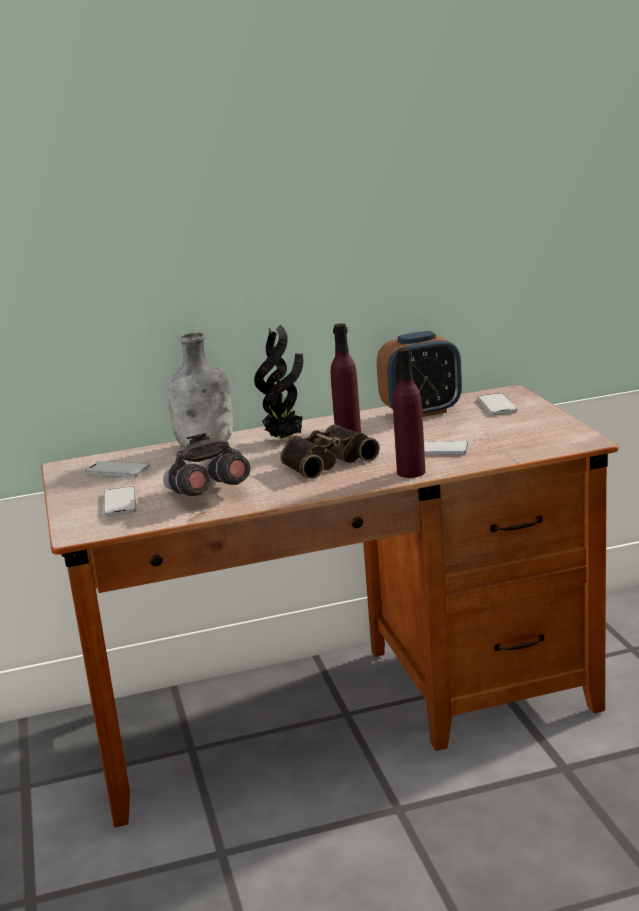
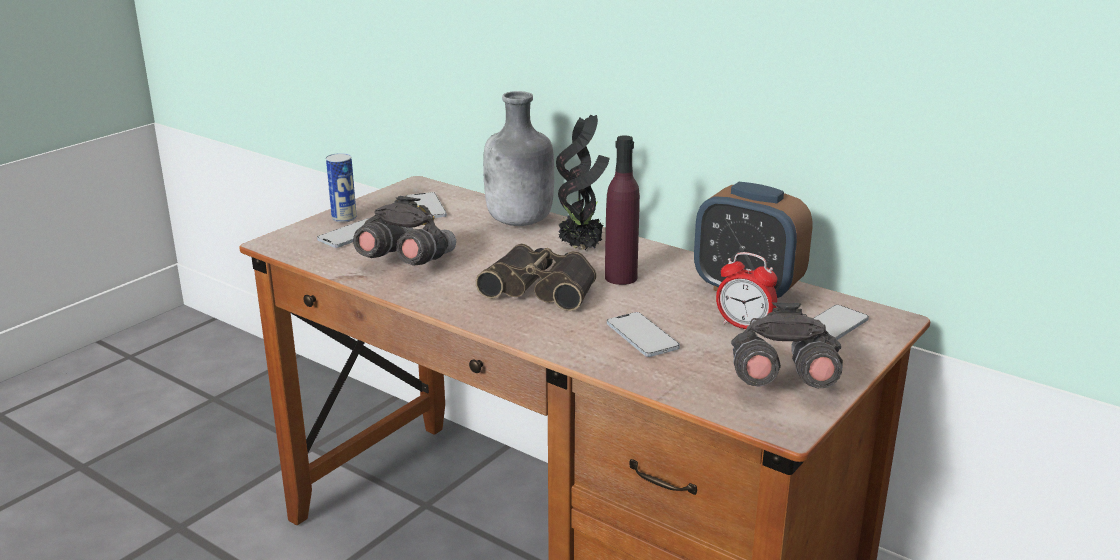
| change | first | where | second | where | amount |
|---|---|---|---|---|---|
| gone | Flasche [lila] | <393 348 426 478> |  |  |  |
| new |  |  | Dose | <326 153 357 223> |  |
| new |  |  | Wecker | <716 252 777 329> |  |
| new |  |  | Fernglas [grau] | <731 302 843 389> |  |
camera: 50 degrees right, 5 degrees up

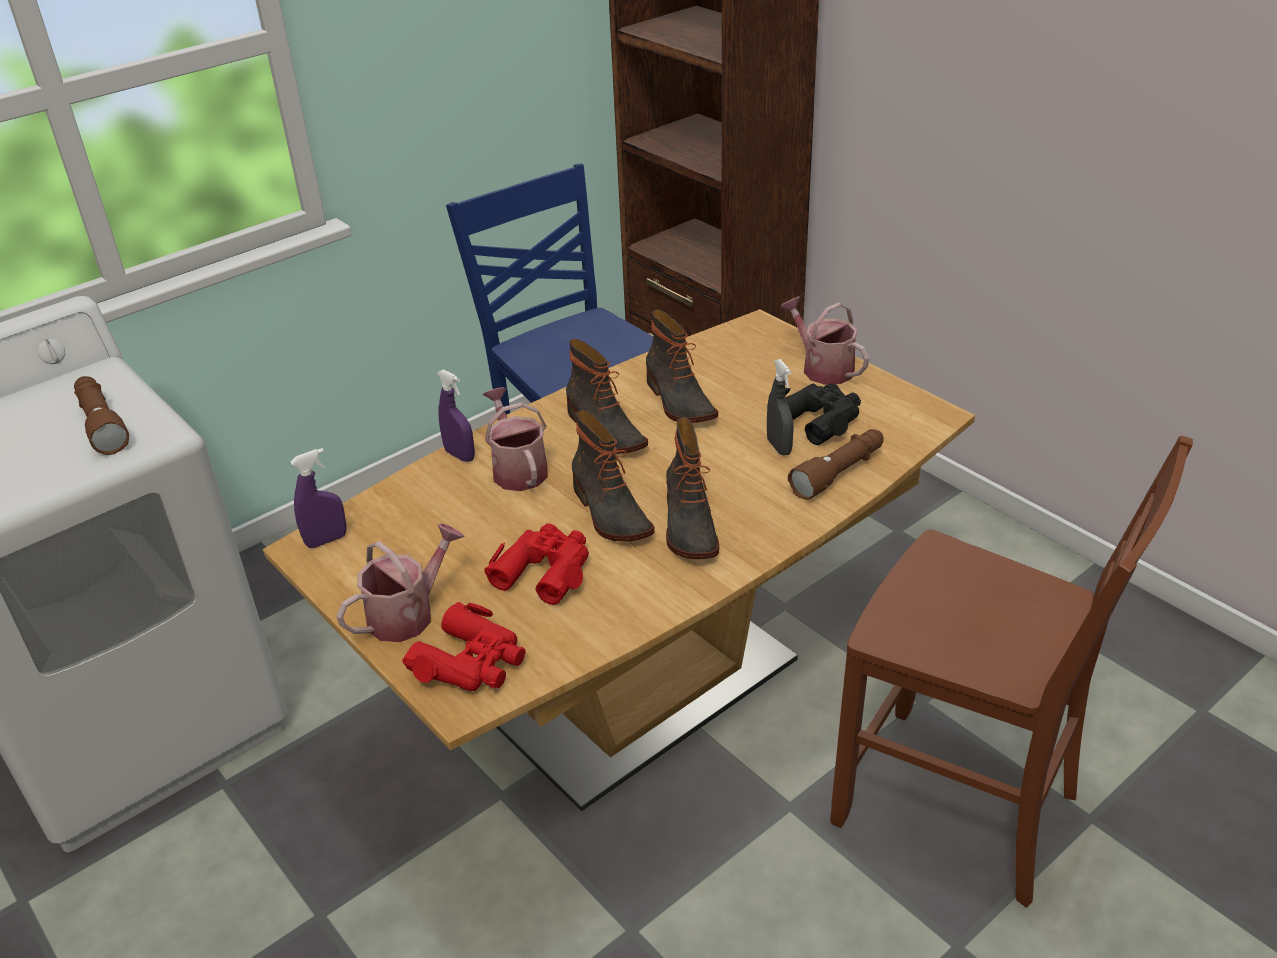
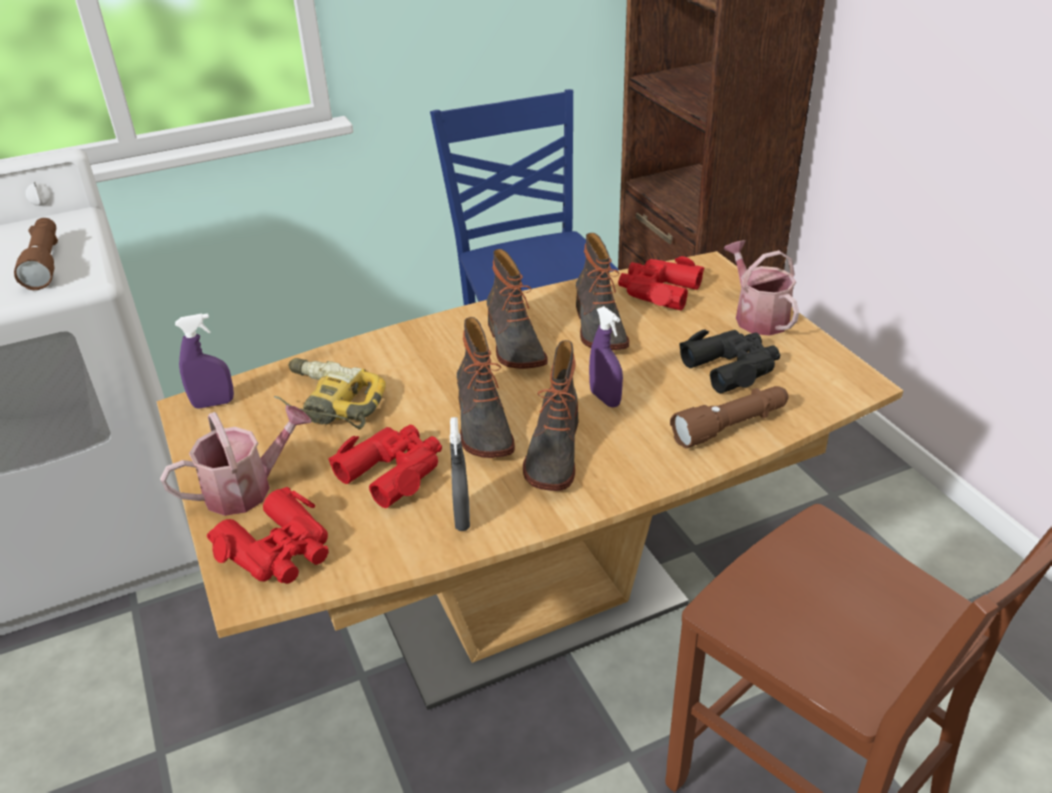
| change | first | where | second | where | amount |
|---|---|---|---|---|---|
| shifted | Sprühflasche [grau] | <767 359 794 456> |  | <450 417 470 531> |  |
| shifted | Sprühflasche [lila] | <437 369 475 462> |  | <589 306 623 407> |  |
| gone | Gießkanne | <482 387 548 491> |  |  |  |
| new |  |  | Fernglas [rot] | <618 256 704 311> |  |
| new |  |  | Bohrmaschine | <274 358 386 429> |  |
camera: 15 degrees right, 0 degrees up

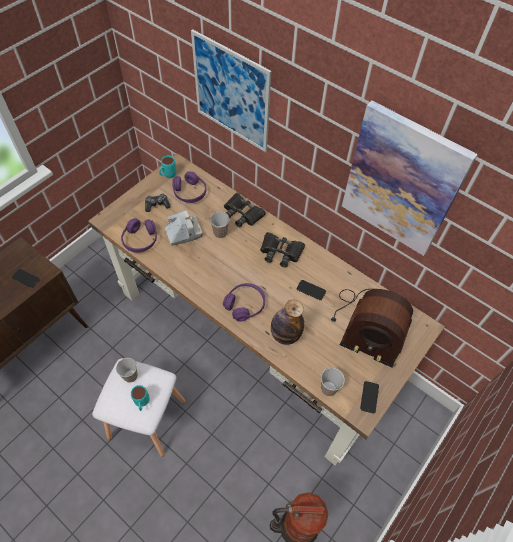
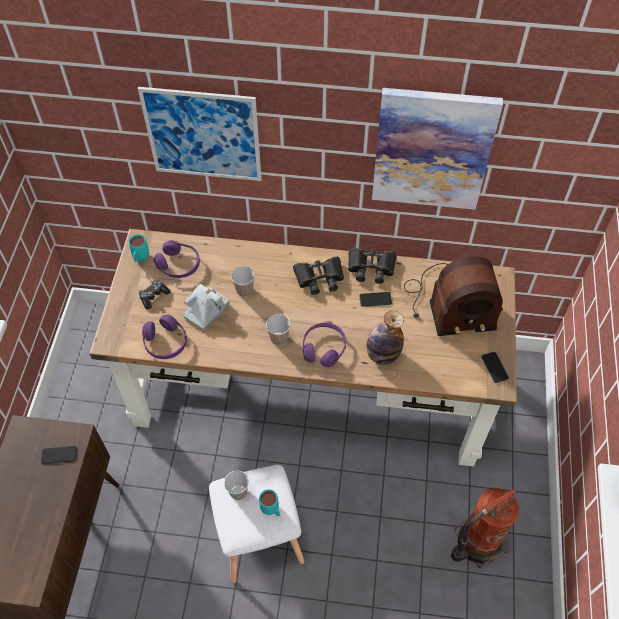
| change | first | where | second | where | amount |
|---|---|---|---|---|---|
| shifted | Fernglas [schwarz] | <224 193 266 227> |  | <348 248 397 284> |  |
| shifted | Tasse | <321 368 345 396> |  | <266 314 291 346> |  |
camera: 30 degrees left, 0 degrees up

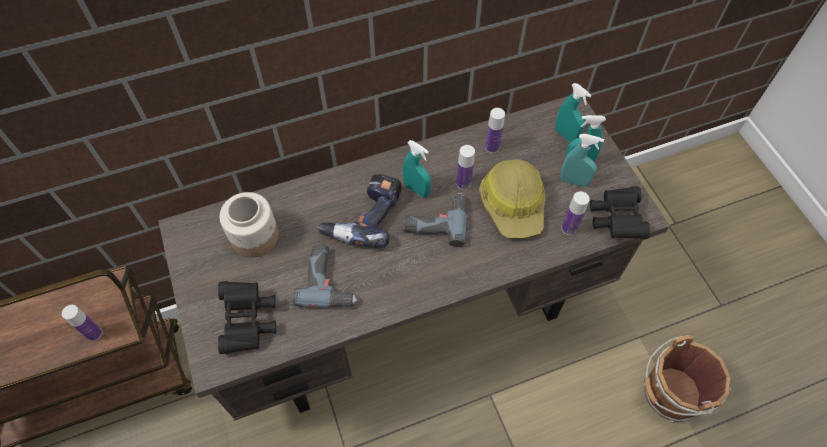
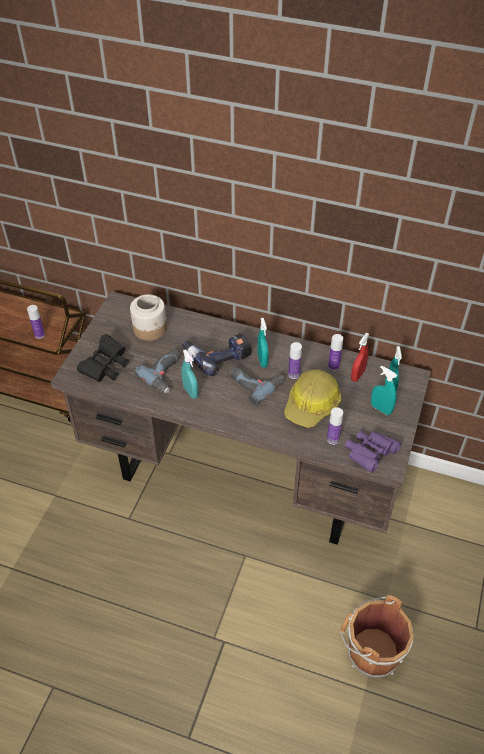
| change | first | where | second | where | amount |
|---|---|---|---|---|---|
| shifted | Sprühflasche [türkis] | <560 134 604 187> |  | <182 349 198 399> |  |
| repainted | Fernglas [schwarz] | <590 187 650 239> | Fernglas [lila] | <345 431 401 473> |  |
| new |  |  | Sprühflasche [rot] | <351 333 369 382> |  |
camera: 40 degrees right, 10 degrees down

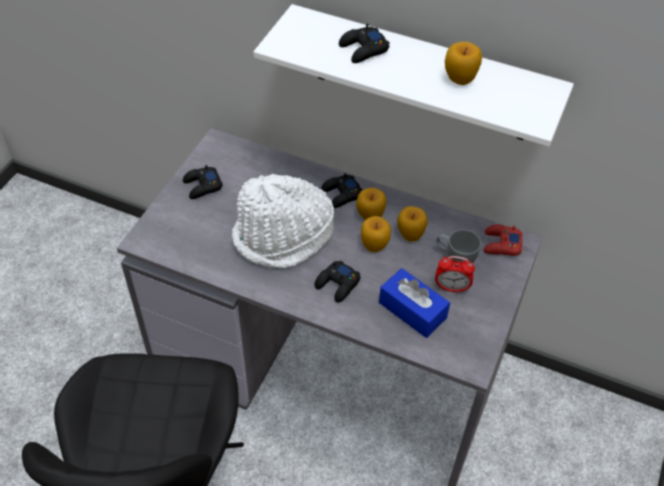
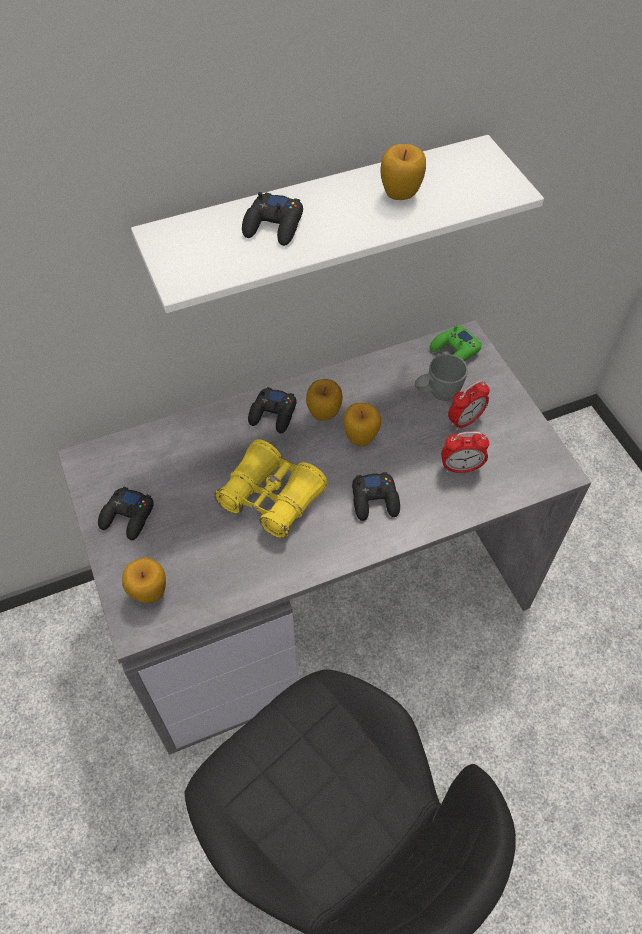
| change | first | where | second | where | amount |
|---|---|---|---|---|---|
| swapped | Hut [weiß] | <232 174 334 268> | Fernglas [gelb] | <214 439 328 539> |  |
| shifted | Apfel | <397 206 428 241> |  | <122 558 166 603> |  |
| repainted | Gamepad [rot] | <484 224 523 256> | Gamepad [grün] | <430 325 482 362> |  |
| swapped | Taschentuchbox [blau] | <379 268 450 338> | Wecker | <441 431 489 473> |  |
camera: 45 degrees left, 5 degrees up

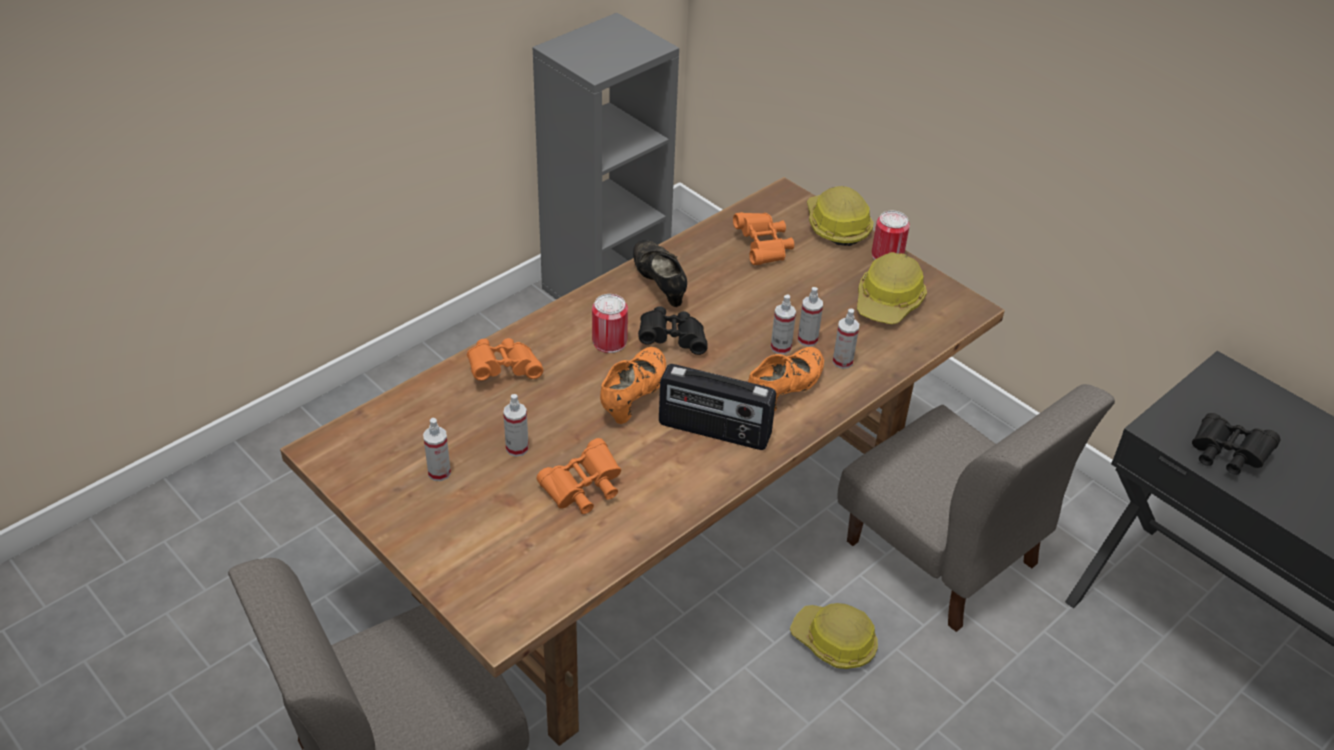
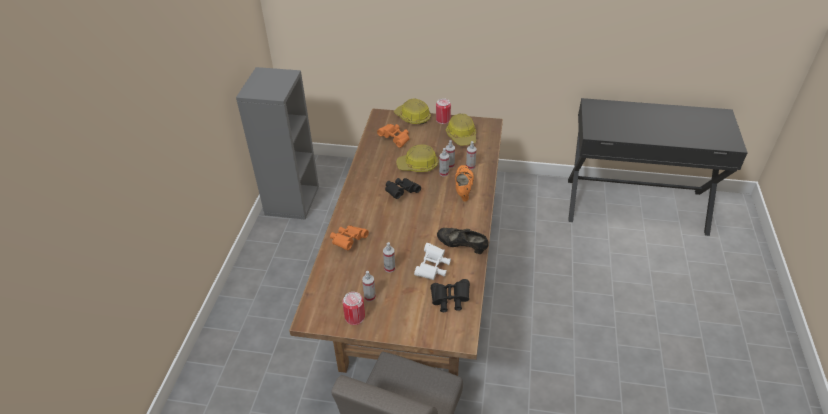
| change | first | where | second | where | amount |
|---|---|---|---|---|---|
| shifted | Schuh [schwarz] | <633 240 687 307> |  | <437 228 489 254> |  |
| shifted | Dose | <592 294 628 353> |  | <342 292 365 325> |  |
| gone | Schuh [orange] | <600 347 666 424> |  |  |  |
| gone | Radio | <659 364 776 450> |  |  |  |
| gone | Stuhl [grau] | <838 384 1115 632> |  |  |  |
| shifted | Fernglas [schwarz] | <1192 413 1280 475> |  | <431 279 470 312> |  |
| repainted | Fernglas [orange] | <537 438 621 514> | Fernglas [weiß] | <414 243 451 280> |  |
| shifted | Schutzhelm | <790 603 878 669> |  | <397 144 438 172> |  |
camera: 35 degrees left, 0 degrees up

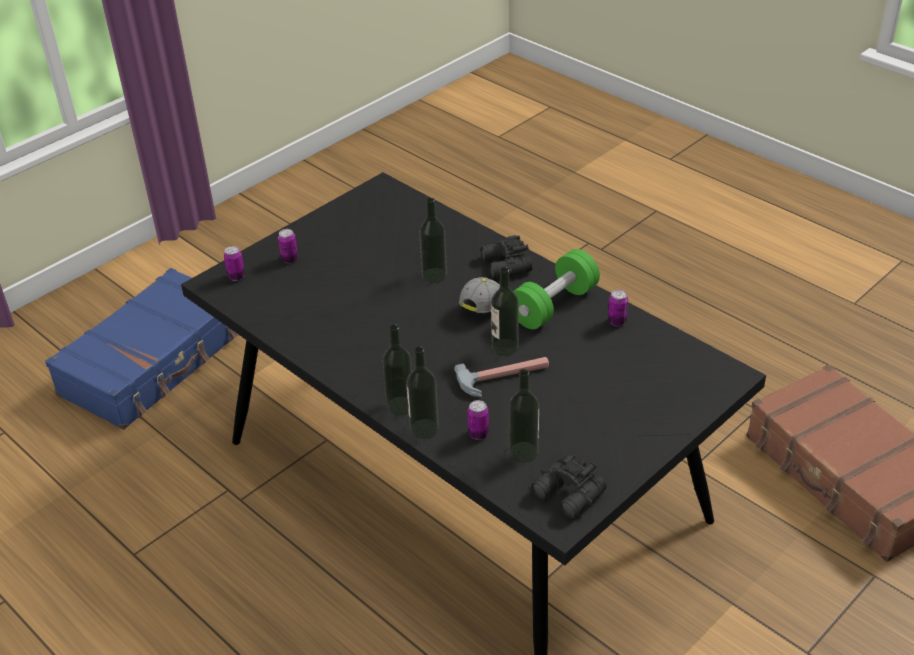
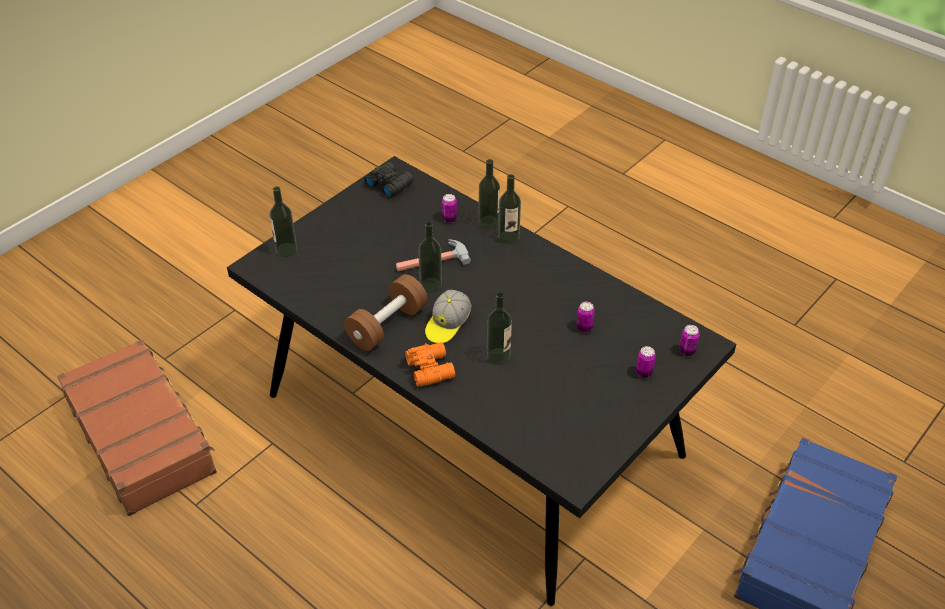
| change | first | where | second | where | amount |
|---|---|---|---|---|---|
| repainted | Fernglas [schwarz] | <481 235 532 278> | Fernglas [orange] | <405 342 455 386> |  |
| repainted | Hantel [grün] | <513 249 600 329> | Hantel [braun] | <344 274 428 351> |  |
| shifted | Dose | <608 290 628 326> |  | <576 302 595 333> |  |
| shifted | Flasche | <509 369 539 463> |  | <269 186 297 257> |  |
camera: 175 degrees right, 5 degrees up

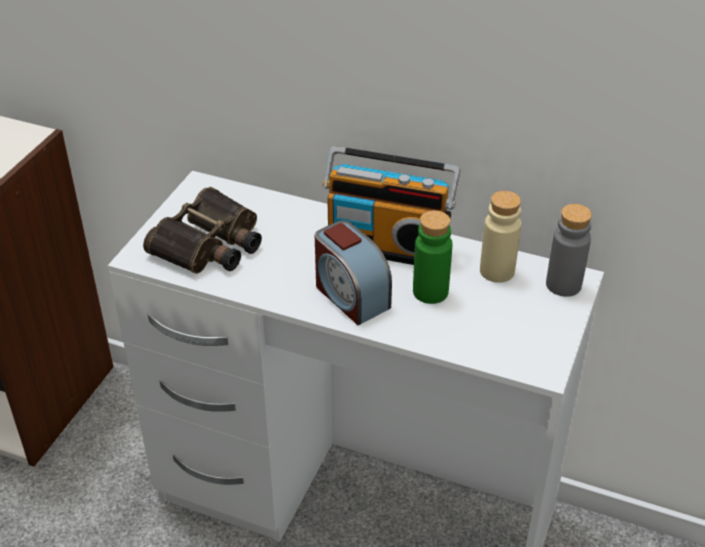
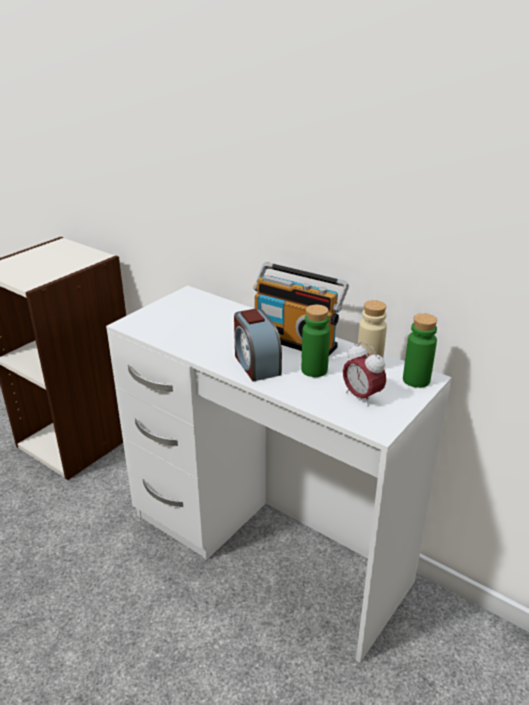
| change | first | where | second | where | amount |
|---|---|---|---|---|---|
| gone | Fernglas | <143 187 262 274> |  |  |  |
| repainted | Flasche [grau] | <546 204 592 297> | Flasche [grün] | <403 313 437 388> |  |
| new |  |  | Wecker | <343 342 386 407> |  |
camera: 15 degrees right, 10 degrees down

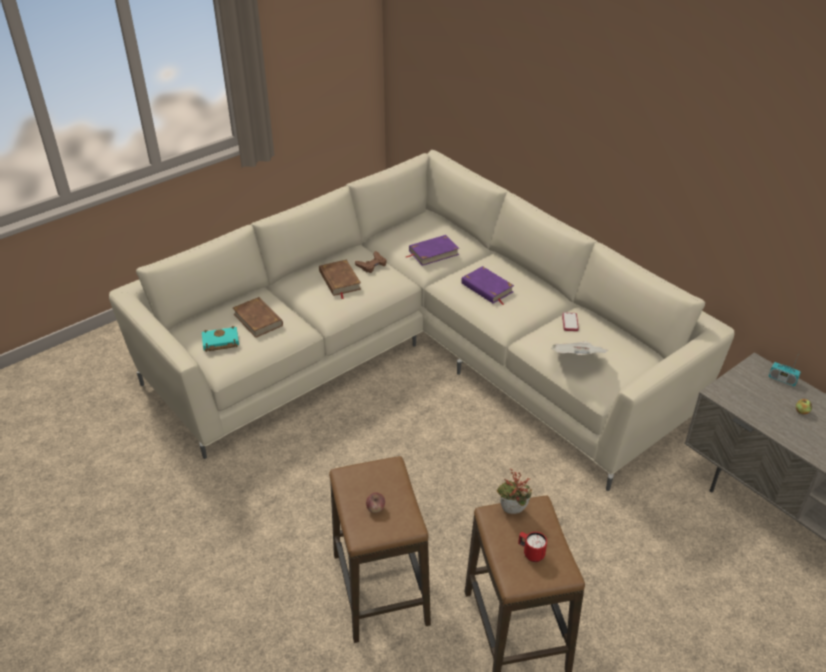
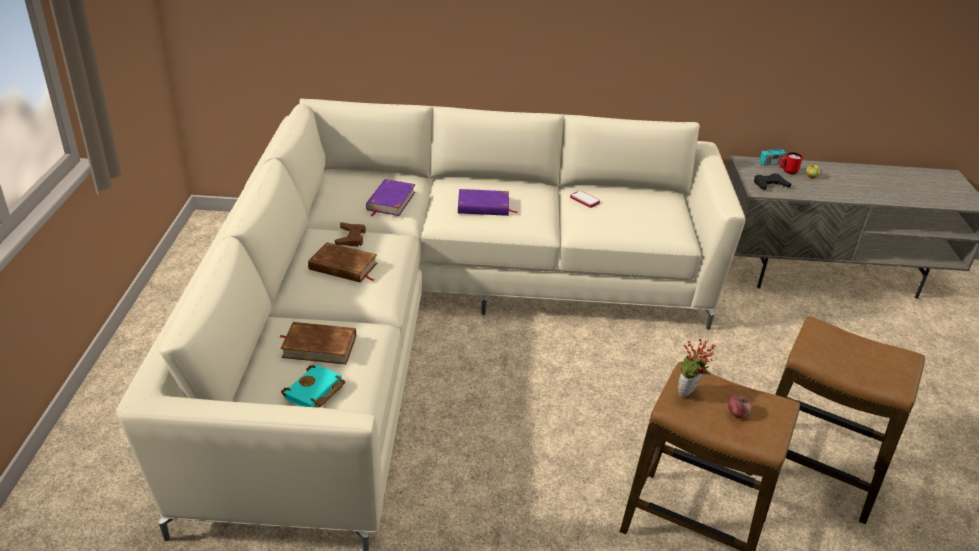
| change | first | where | second | where | amount |
|---|---|---|---|---|---|
| gone | Zeitung | <551 341 609 355> |  |  |  |
| shifted | Topfpflanze | <497 468 532 514> |  | <678 338 716 397> |  |
| shifted | Henkelbecher [rot] | <518 532 547 562> |  | <779 152 803 174> |  |
| new |  |  | Gamepad [schwarz] | <754 173 791 190> |  |
camera: 50 degrees left, 5 degrees down

